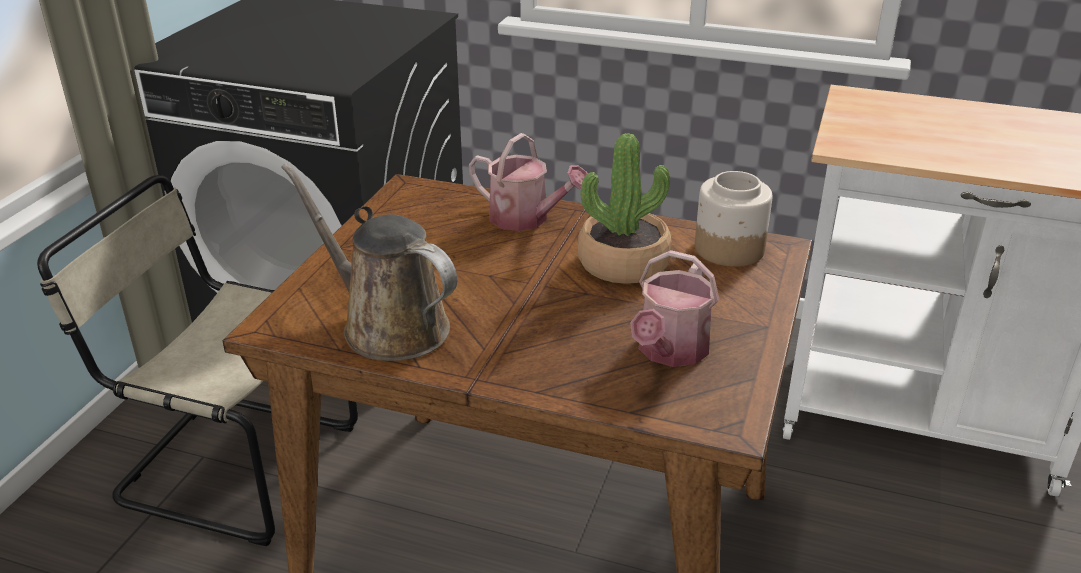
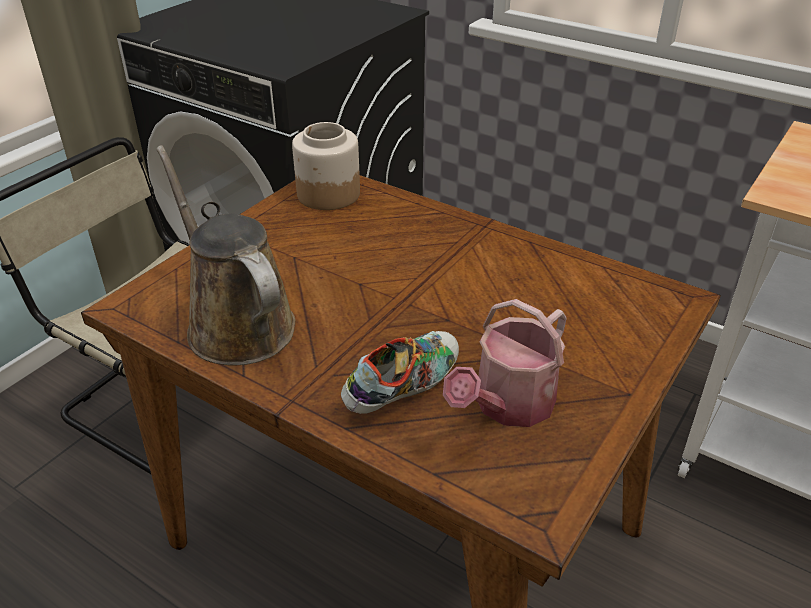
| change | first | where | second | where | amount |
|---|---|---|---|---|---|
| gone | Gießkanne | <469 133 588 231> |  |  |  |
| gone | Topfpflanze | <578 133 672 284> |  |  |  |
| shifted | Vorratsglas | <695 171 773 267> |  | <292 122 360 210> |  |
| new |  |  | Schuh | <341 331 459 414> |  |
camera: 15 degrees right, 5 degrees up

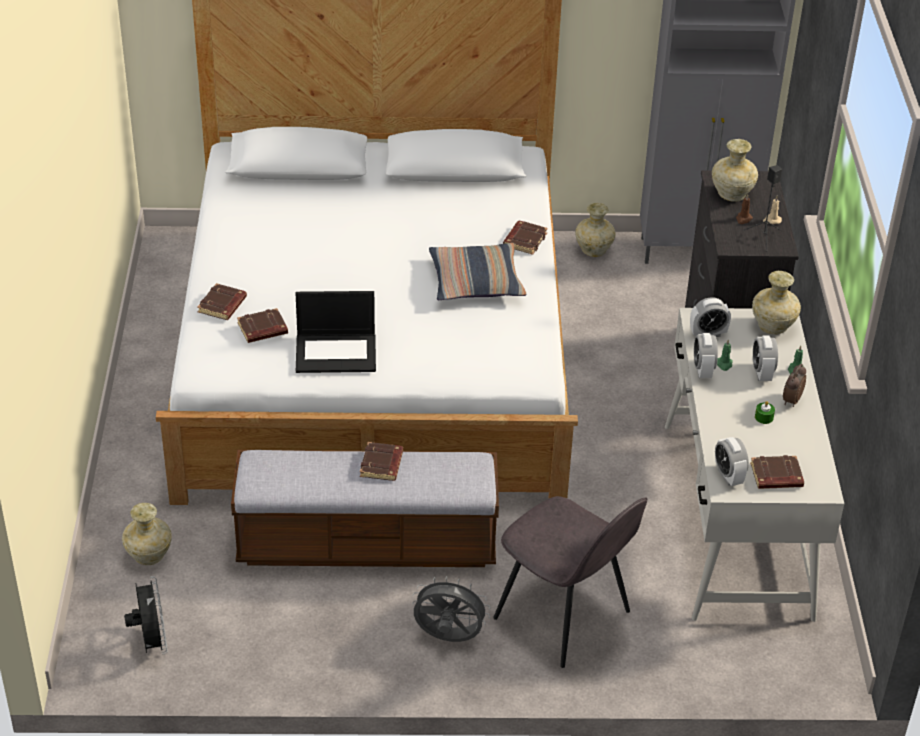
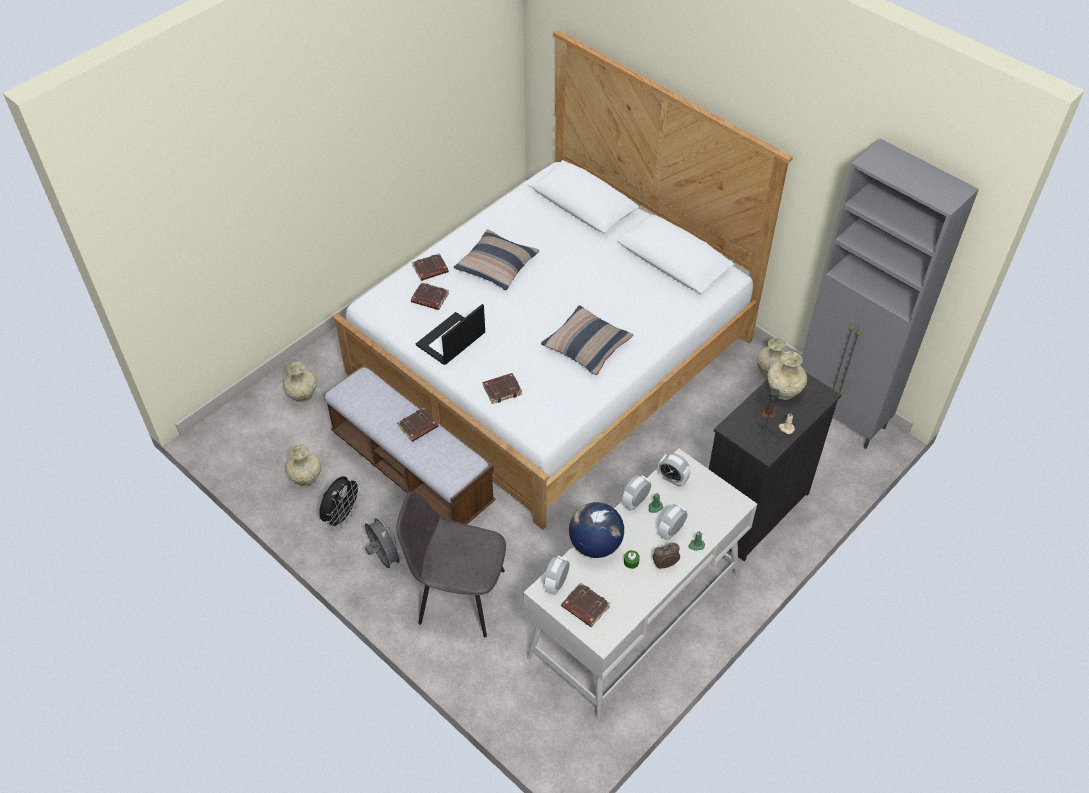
| change | first | where | second | where | amount |
|---|---|---|---|---|---|
| shifted | Buch [braun] | <503 221 548 255> |  | <483 373 522 404> |  |
| shifted | Vase [beige] | <752 271 801 335> |  | <286 444 321 486> |  |
| rotated | Laptop | <296 291 376 373> |  | <416 304 485 365> | 90 degrees clockwise |
| rotated | Stuhl [grau] | <493 496 647 668> |  | <397 491 506 637> | 105 degrees clockwise |
| shifted | Ventilator [schwarz] | <124 576 168 654> |  | <319 476 362 530> |  |
| new |  |  | Kissen | <454 229 539 290> |  |
| new |  |  | Globus | <569 502 624 558> |  |
camera: 45 degrees right, 10 degrees up

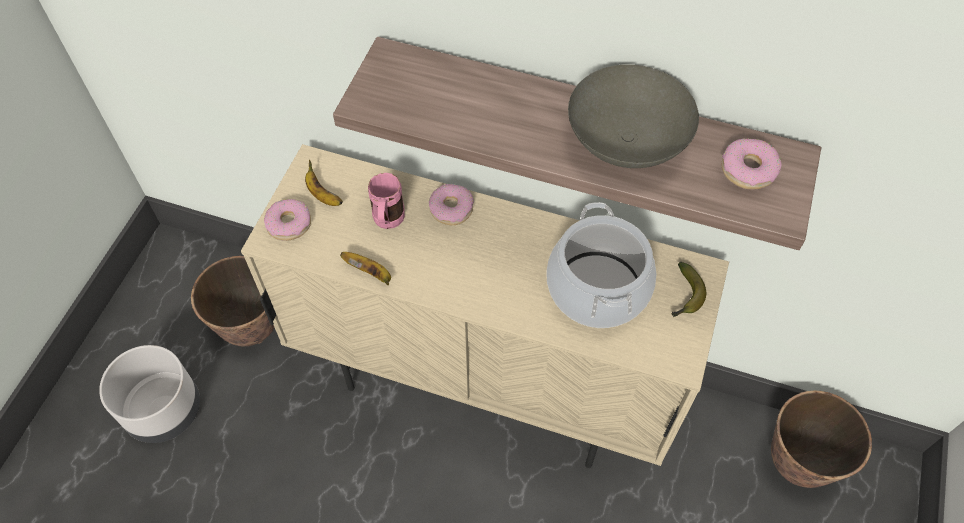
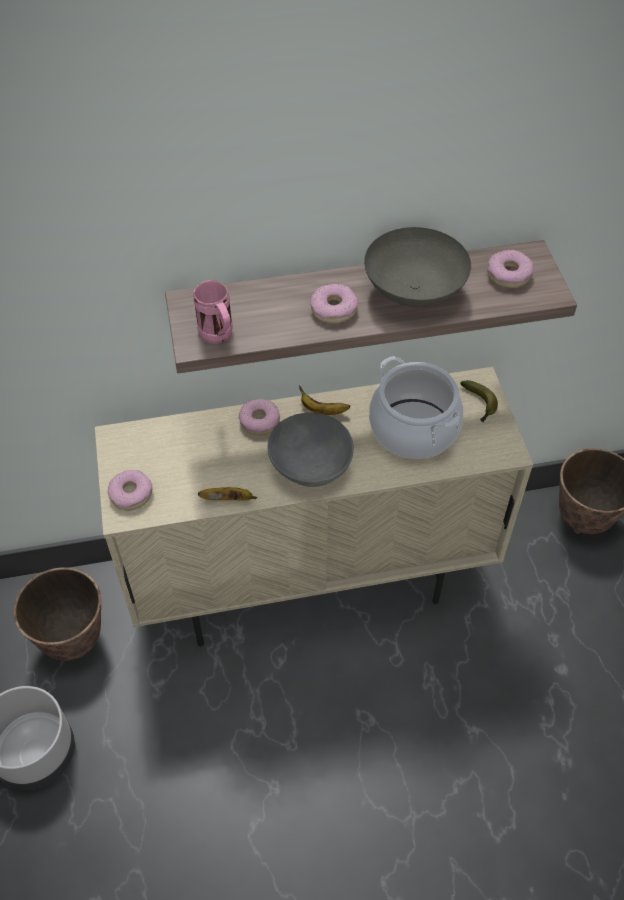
| change | first | where | second | where | amount |
|---|---|---|---|---|---|
| shifted | Banane | <305 160 343 206> |  | <299 386 350 415> |  |
| shifted | Henkelbecher [rosa] | <368 173 405 229> |  | <193 280 233 344> |  |
| new |  |  | Donut | <310 284 358 324> |  |
| new |  |  | Schüssel [grau] | <267 413 354 487> |  |
camera: 30 degrees left, 5 degrees down

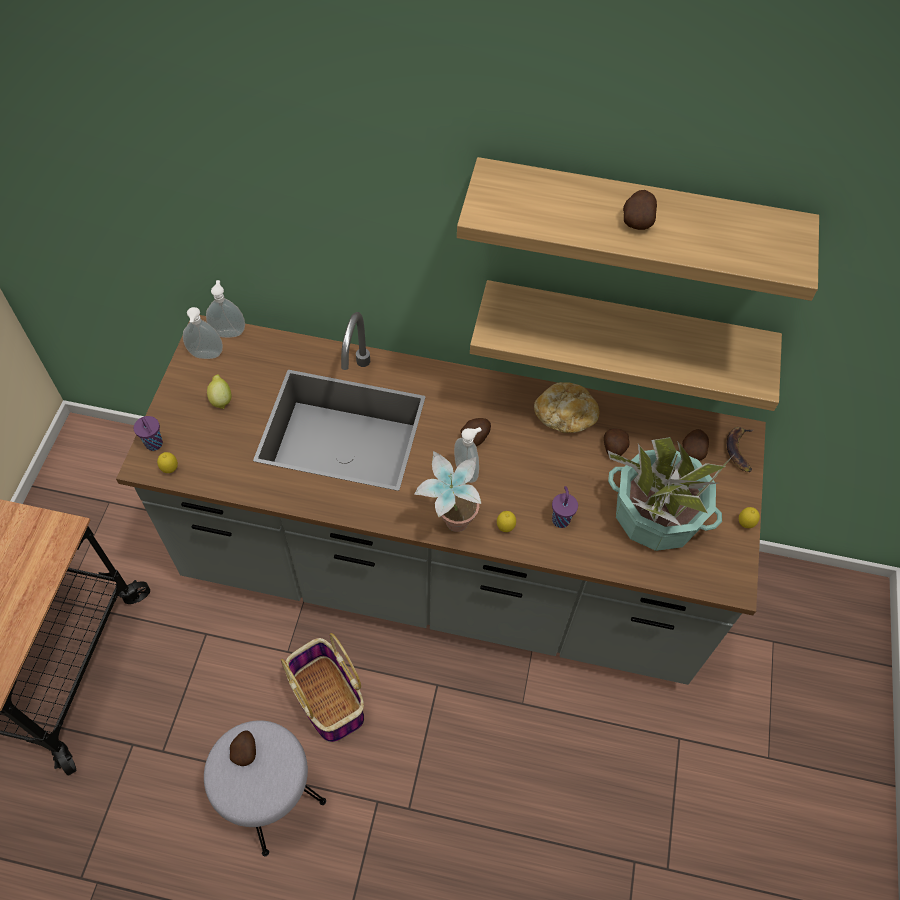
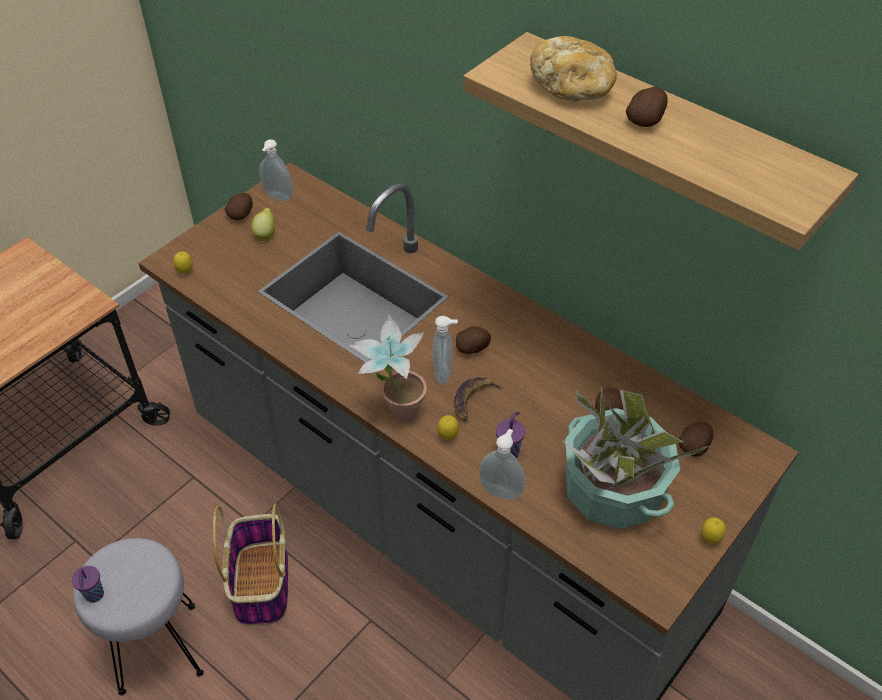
| change | first | where | second | where | amount |
|---|---|---|---|---|---|
| shifted | Seifenspender | <206 280 245 338> |  | <479 429 525 500> |  |
| gone | Wandregal | <470 280 782 411> |  |  |  |
| shifted | Brot | <534 382 599 433> |  | <530 36 617 102> |  |
| shifted | Tasse [lila] | <134 416 163 451> |  | <72 566 104 603> |  |
| shifted | Banane | <727 427 754 472> |  | <454 376 503 421> |  |
| shifted | Kartoffel | <230 730 256 766> |  | <225 193 253 220> |  |
camera: 30 degrees right, 10 degrees down

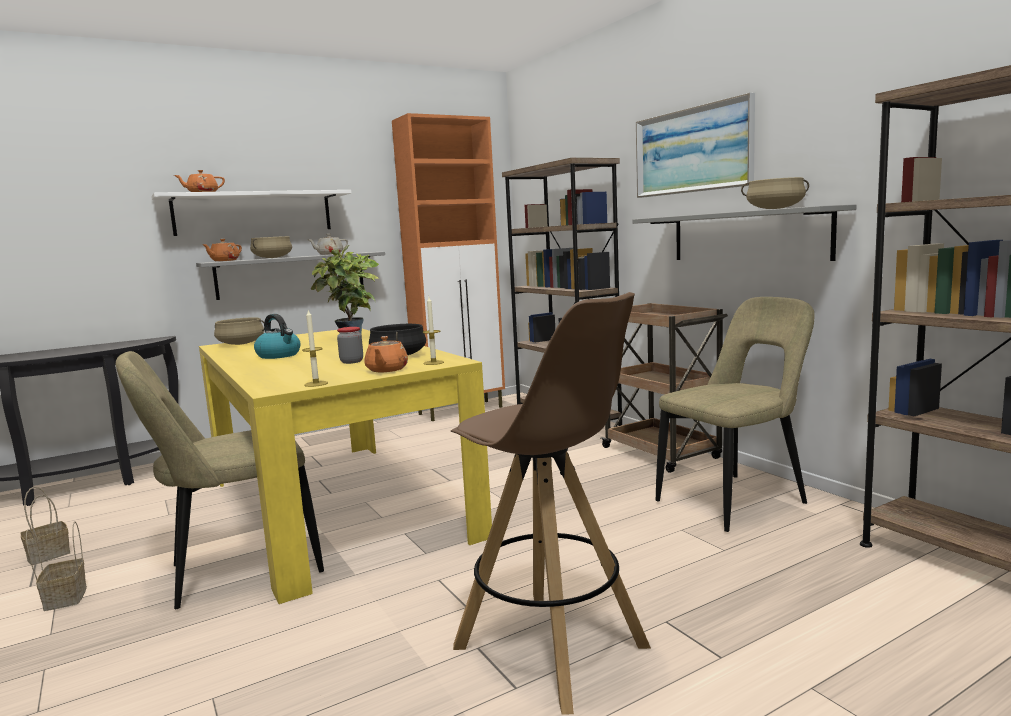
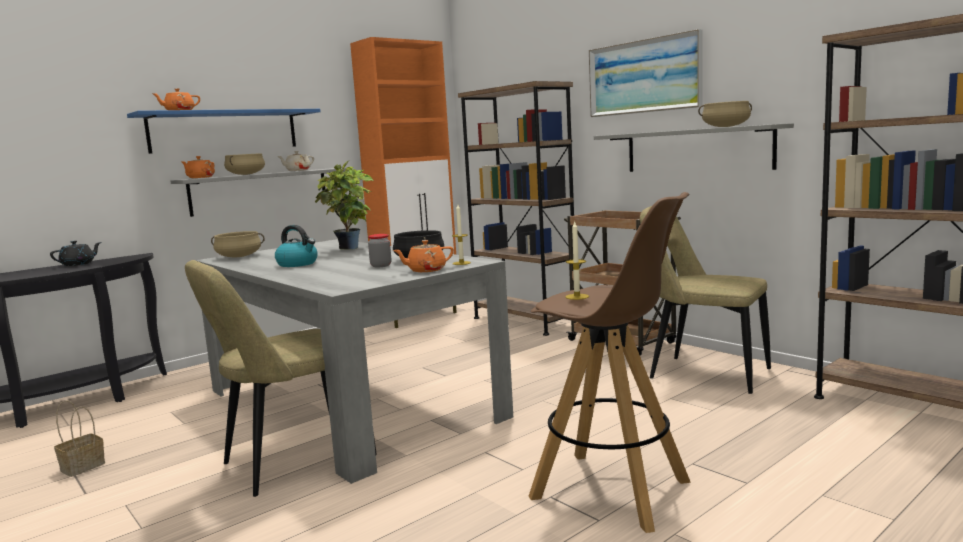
| change | first | where | second | where | amount |
|---|---|---|---|---|---|
| repainted | Wandregal [weiß] | <151 190 352 236> | Wandregal [blau] | <127 109 321 154> |  |
| rotated | Stuhl [beige] | <656 297 814 532> |  | <640 206 771 394> | 105 degrees counterclockwise |
| shifted | Kerze | <302 310 328 387> |  | <565 220 589 300> |  |
| repainted | Esstisch [gelb] | <199 329 492 604> | Esstisch [grau] | <195 239 513 484> |  |
| rotated | Teekanne [orange] | <364 336 408 372> |  | <393 240 454 272> | 75 degrees clockwise |
| gone | Korb | <26 521 87 611> |  |  |  |
| new |  |  | Teekanne [schwarz] | <50 241 101 266> |  |
camera: 10 degrees left, 0 degrees up

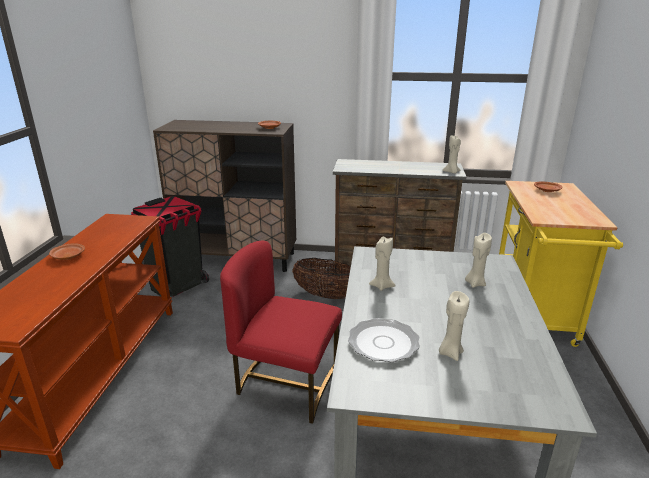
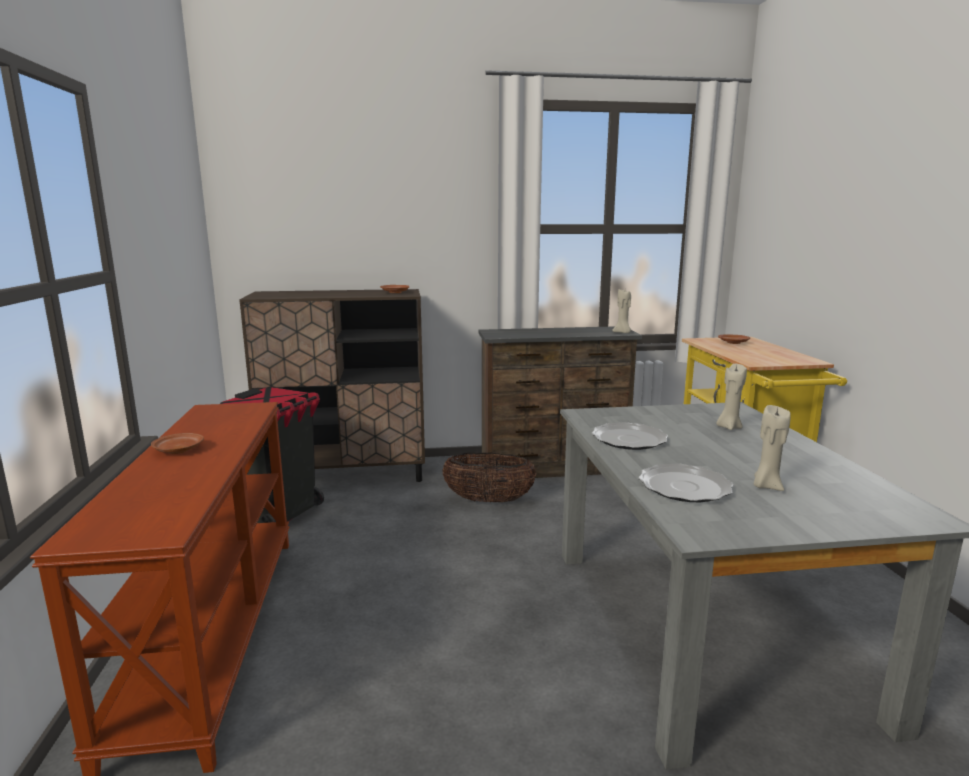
| change | first | where | second | where | amount |
|---|---|---|---|---|---|
| swapped | Kerze [beige] | <369 237 396 291> | Teller | <592 422 668 450> |  |
| gone | Stuhl [rot] | <220 241 342 424> |  |  |  |
camera: 15 degrees left, 10 degrees down

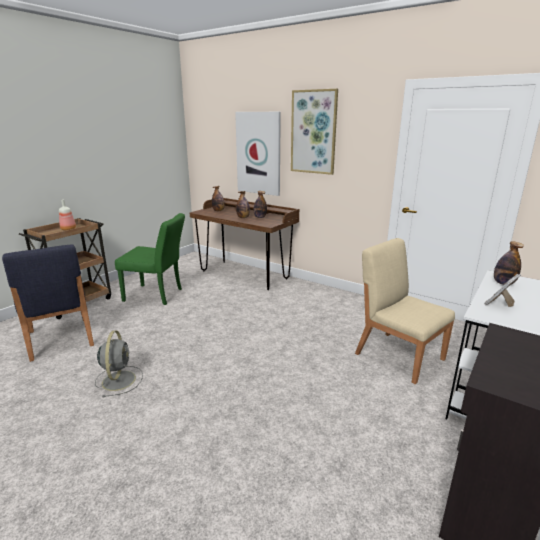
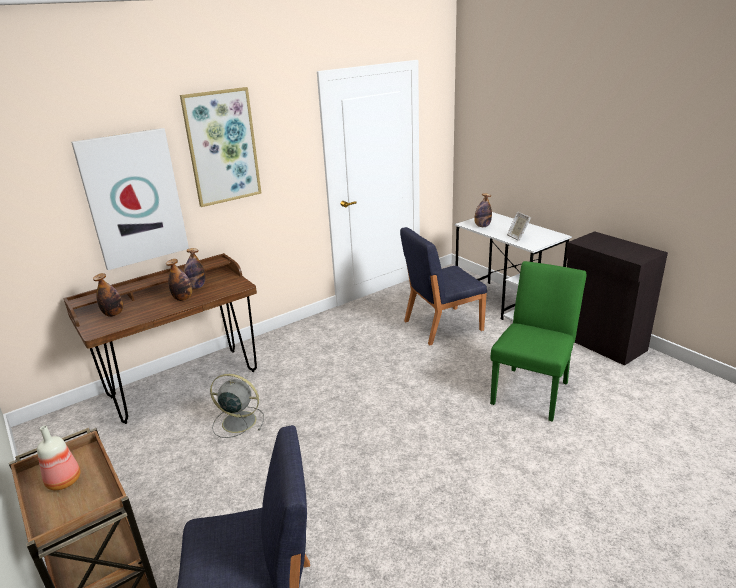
| change | first | where | second | where | amount |
|---|---|---|---|---|---|
| shifted | Stuhl [grün] | <115 213 185 305> |  | <490 261 586 422> |  |
| repainted | Stuhl [beige] | <355 238 455 384> | Stuhl [blau] | <400 227 487 346> |  |
| shifted | Ventilator [grau] | <95 331 143 397> |  | <210 374 264 438> |  |
camera: 70 degrees left, 5 degrees up

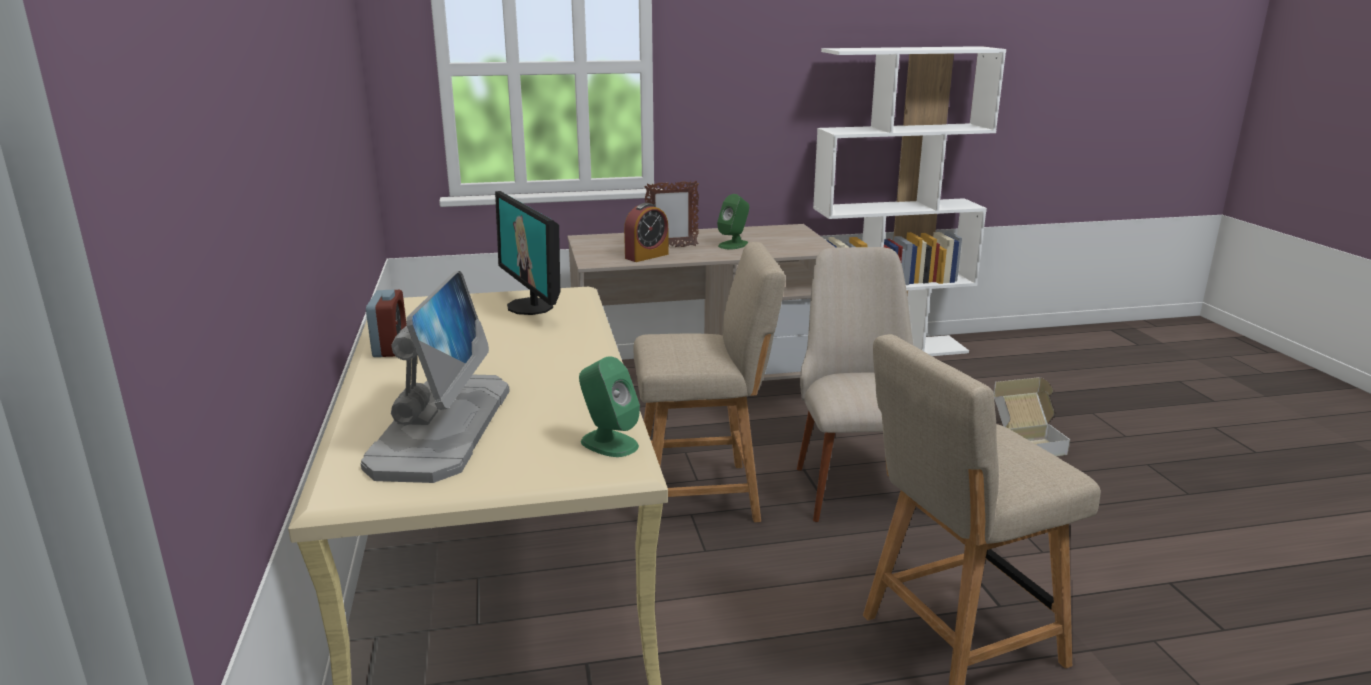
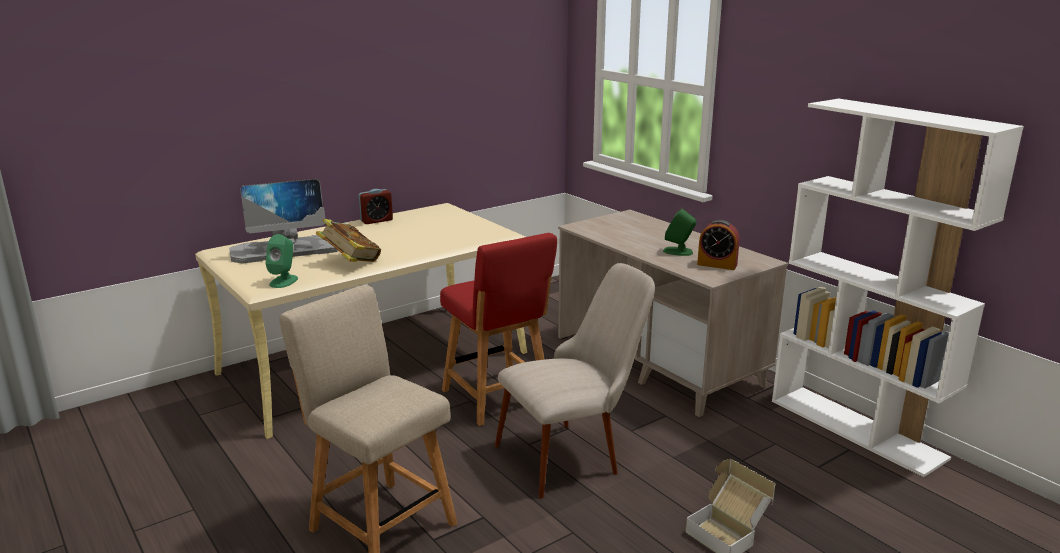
| change | first | where | second | where | amount |
|---|---|---|---|---|---|
| gone | Bilderrahmen | <644 180 699 247> |  |  |  |
| gone | Monitor | <495 191 560 315> |  |  |  |
| shifted | Wecker | <624 203 669 262> |  | <697 220 740 270> |  |
| repainted | Stuhl [beige] | <634 242 785 522> | Stuhl [rot] | <440 233 557 426> |  |
| new |  |  | Buch | <316 219 381 262> |  |
camera: 65 degrees right, 0 degrees up

